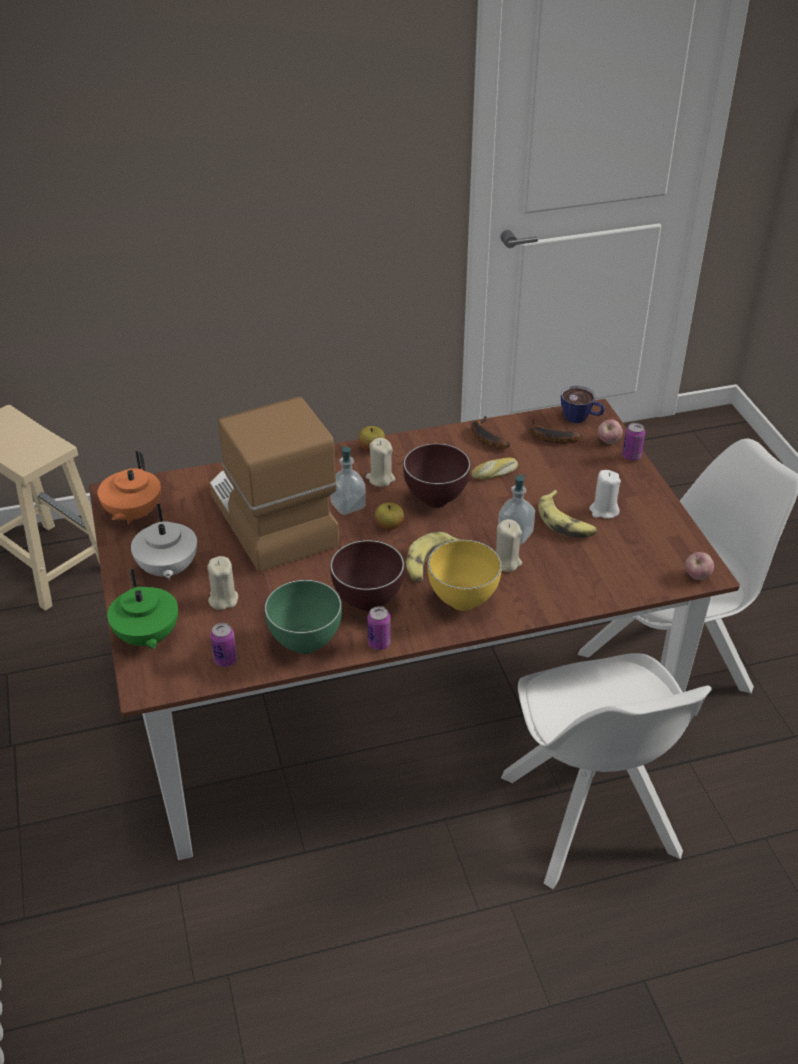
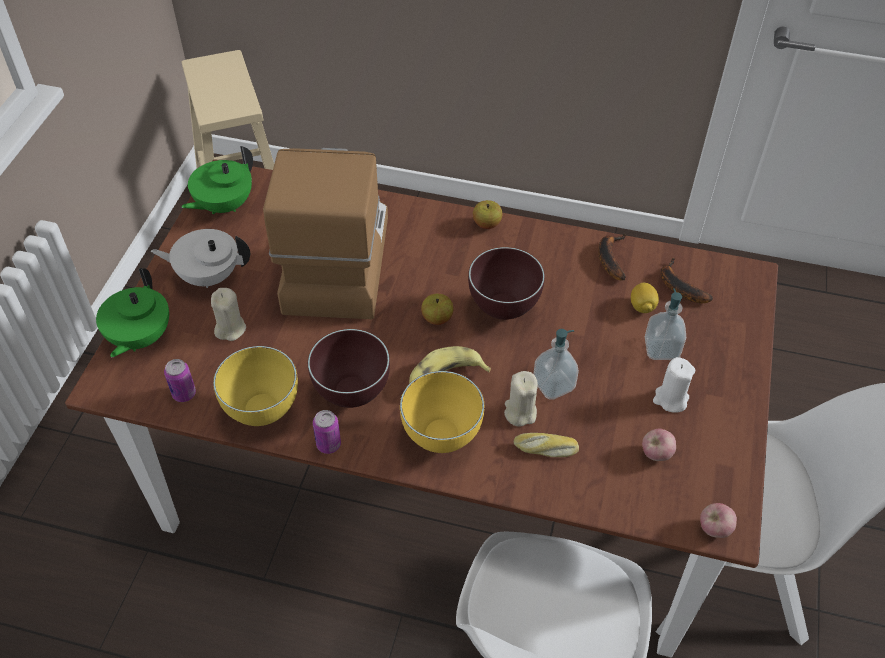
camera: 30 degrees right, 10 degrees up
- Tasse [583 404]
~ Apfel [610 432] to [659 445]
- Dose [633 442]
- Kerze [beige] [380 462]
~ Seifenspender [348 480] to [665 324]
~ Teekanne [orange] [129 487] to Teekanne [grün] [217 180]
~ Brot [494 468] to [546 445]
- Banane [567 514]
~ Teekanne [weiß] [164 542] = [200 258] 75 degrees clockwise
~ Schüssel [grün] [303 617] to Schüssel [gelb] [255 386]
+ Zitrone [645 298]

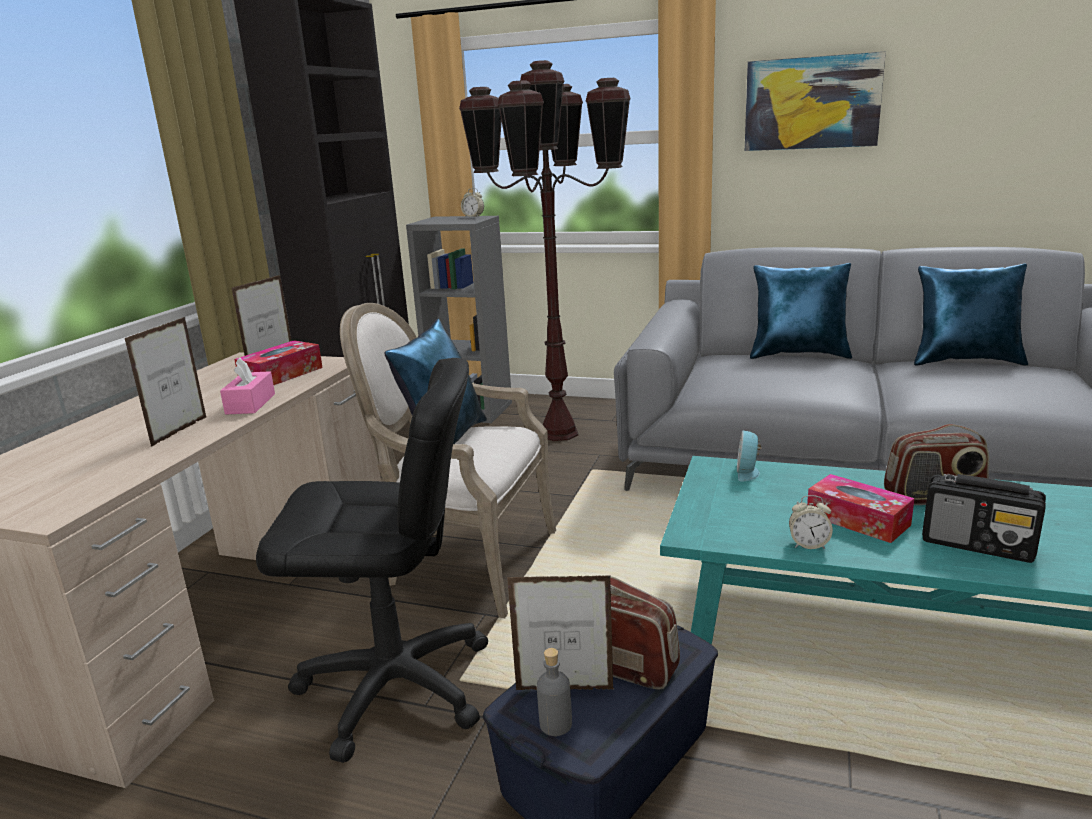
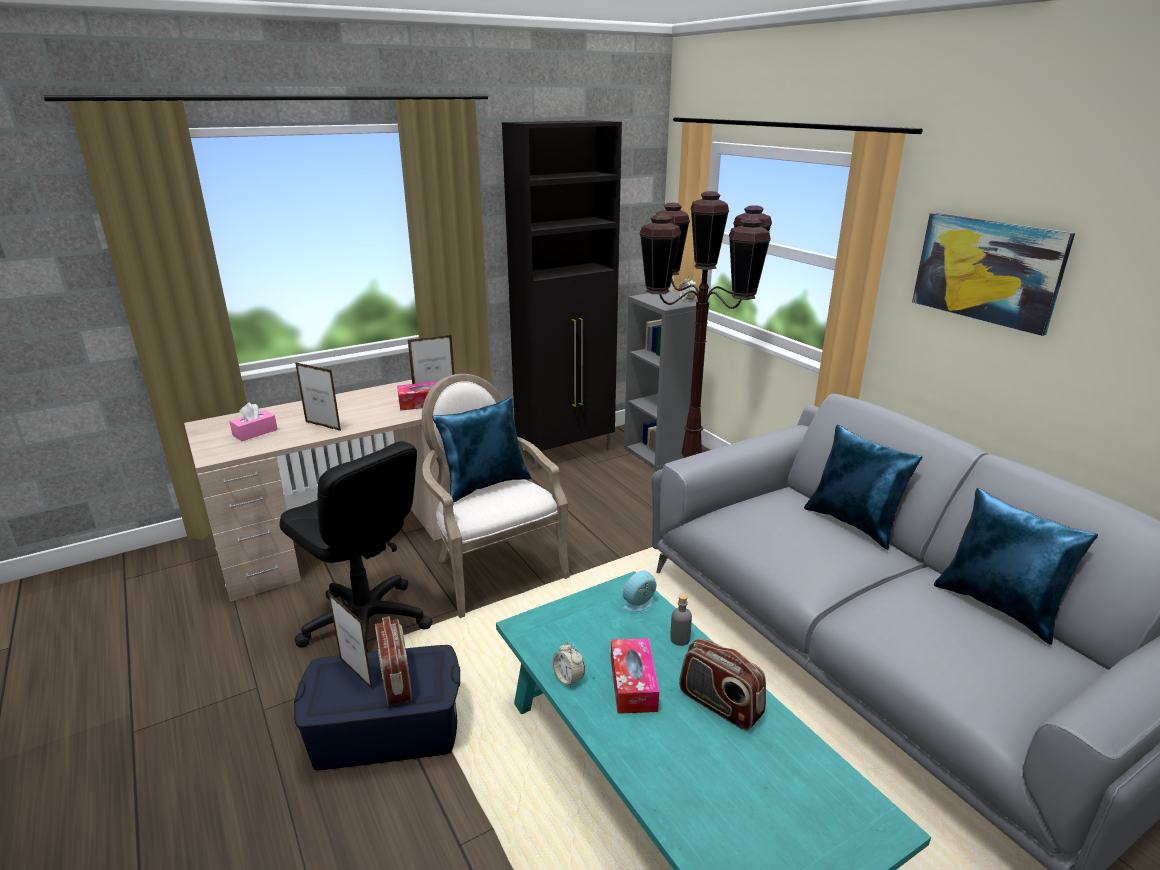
camera: 40 degrees right, 5 degrees up
~ Bilderrahmen [165 382] = [318 396] 60 degrees clockwise
~ Taschentuchbox [rosa] [247 386] to [253 422]
- Radio [984 518]
~ Flasche [grau] [554 692] to [681 620]

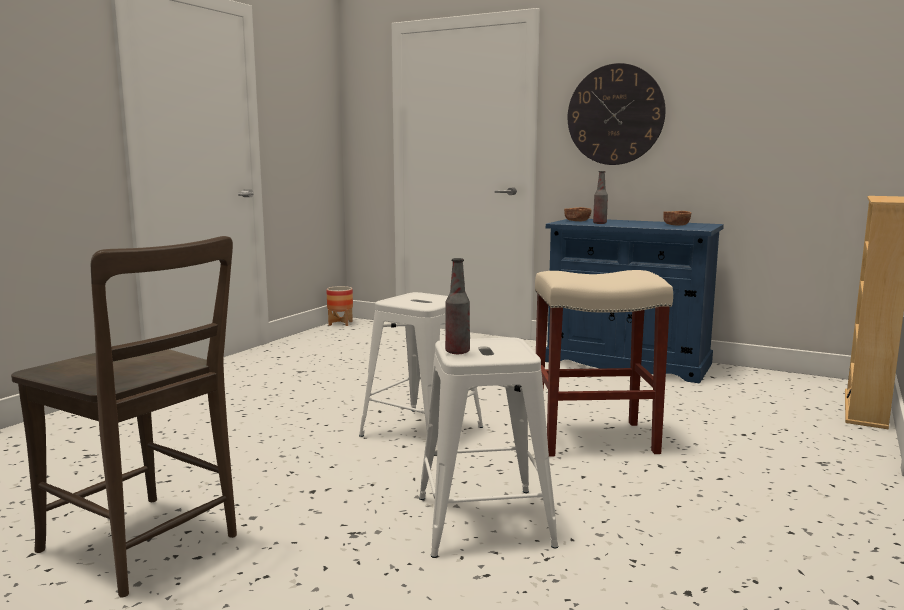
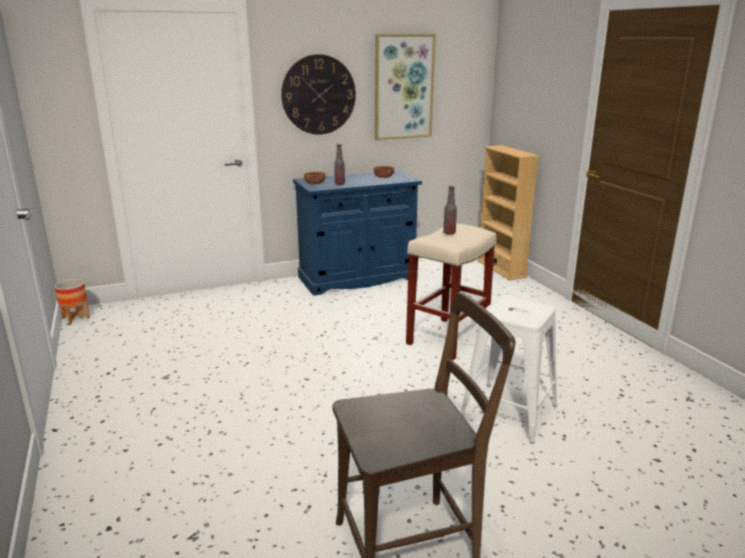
camera: 50 degrees left, 10 degrees up
~ Flasche [457 306] to [450 210]
- Hocker [weiß] [421 374]
+ Bild [405 87]

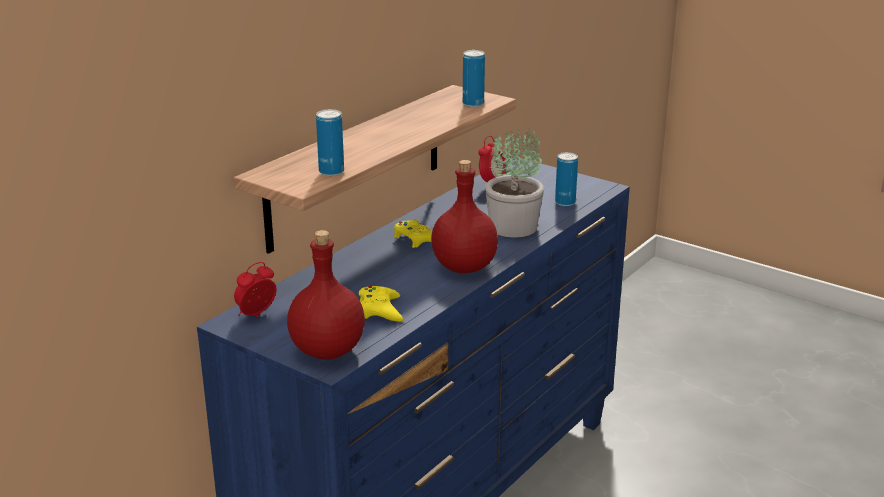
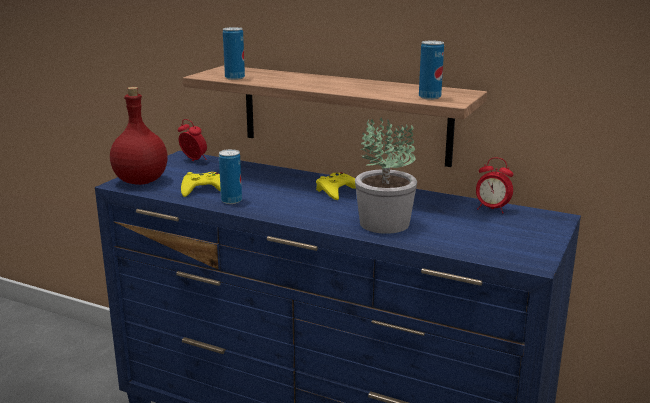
camera: 80 degrees right, 5 degrees down
~ Dose [566 179] to [230 176]
- Flasche [rot] [464 216]

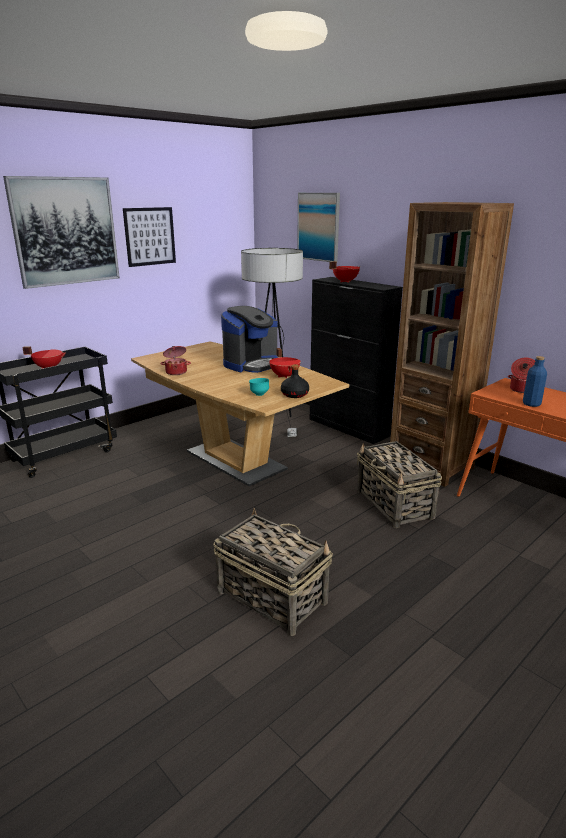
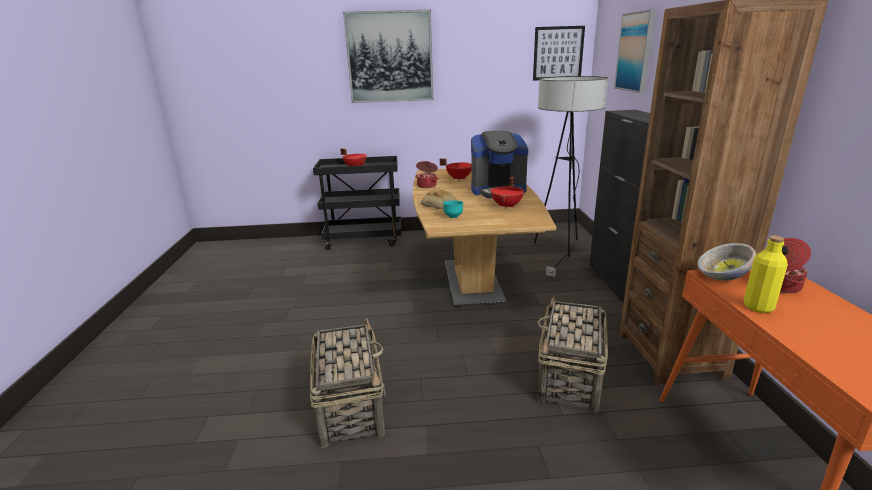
camera: 40 degrees right, 0 degrees up
~ Bild [149 237] to [559 53]
~ Kochtopf [rot] [344 272] to [456 169]
~ Flasche [blau] [535 381] to Flasche [gelb] [766 274]
- Flasche [schwarz] [295 381]
+ Brot [439 199]
+ Schüssel [727 262]

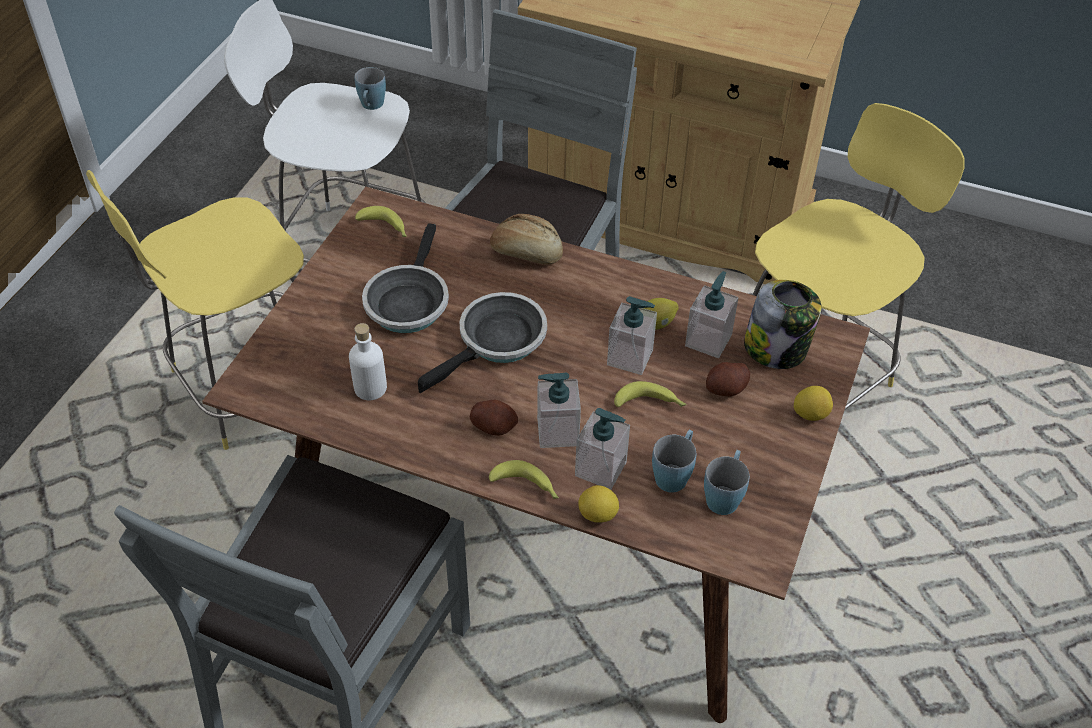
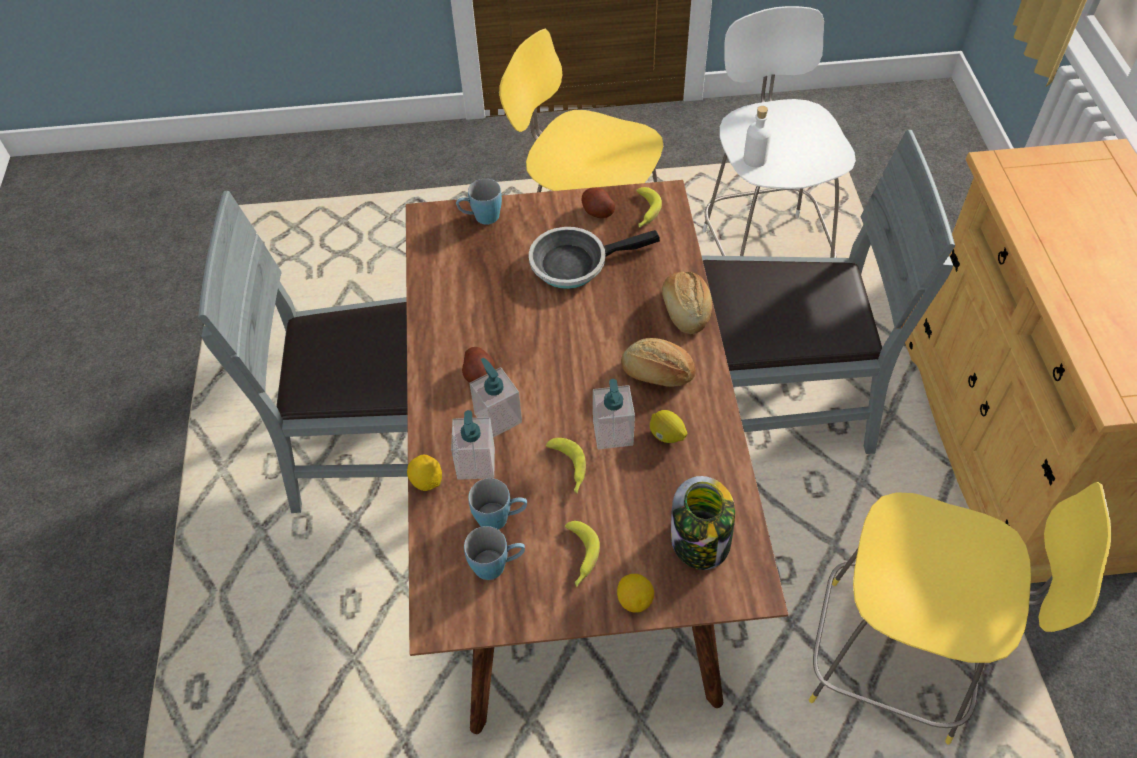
camera: 65 degrees right, 5 degrees up
~ Henkelbecher [blau] [370 88] to [479 202]
- Seifenspender [711 314]
- Pfanne [482 342]
~ Flasche [weiß] [368 361] to [758 136]
~ Kartoffel [728 379] to [598 202]
~ Banane [524 479] to [582 554]
+ Brot [658 362]

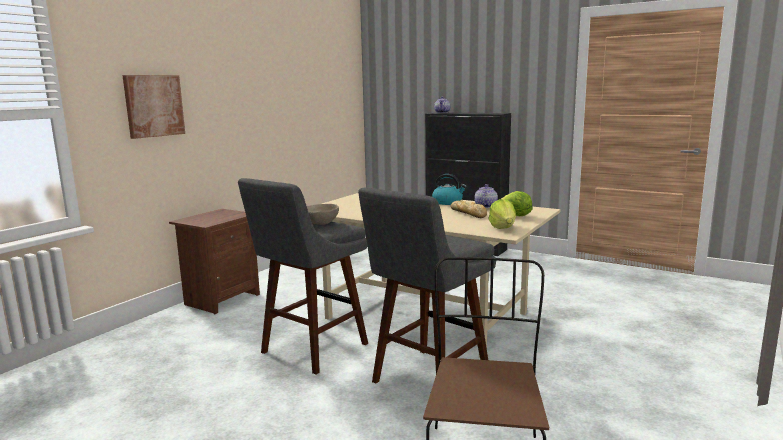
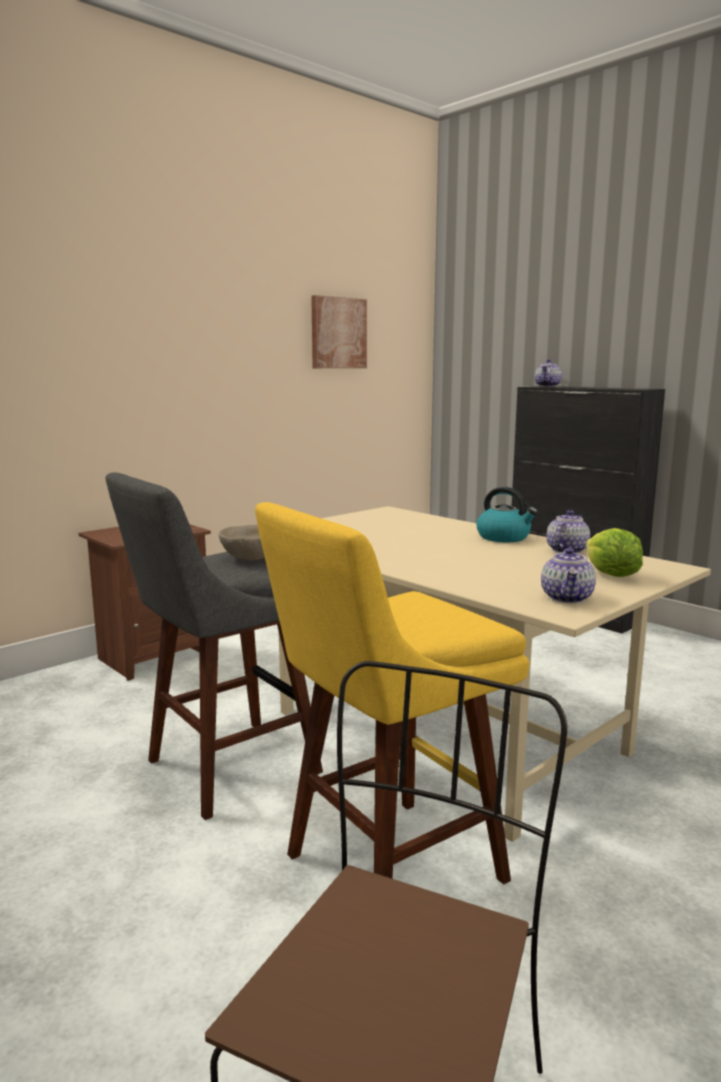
camera: 15 degrees right, 0 degrees up
~ Bild [154 107] to [339 331]
~ Hocker [grau] [427 286] to Hocker [gelb] [392 693]
~ Salatkopf [502 214] to Teekanne [568 575]
- Brot [469 209]

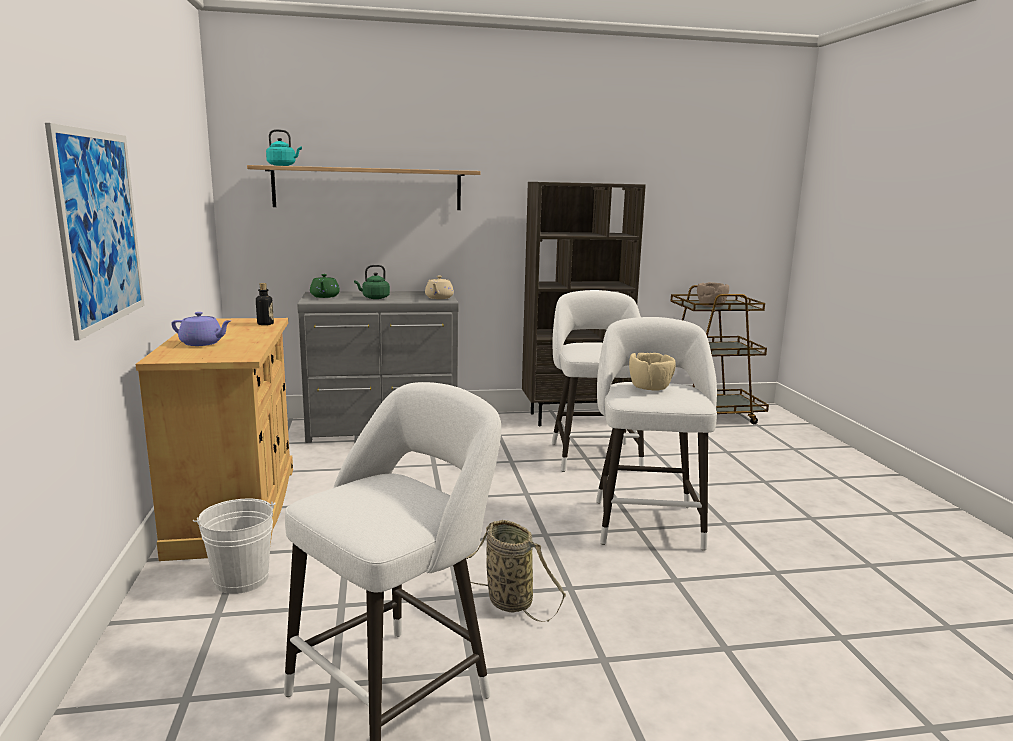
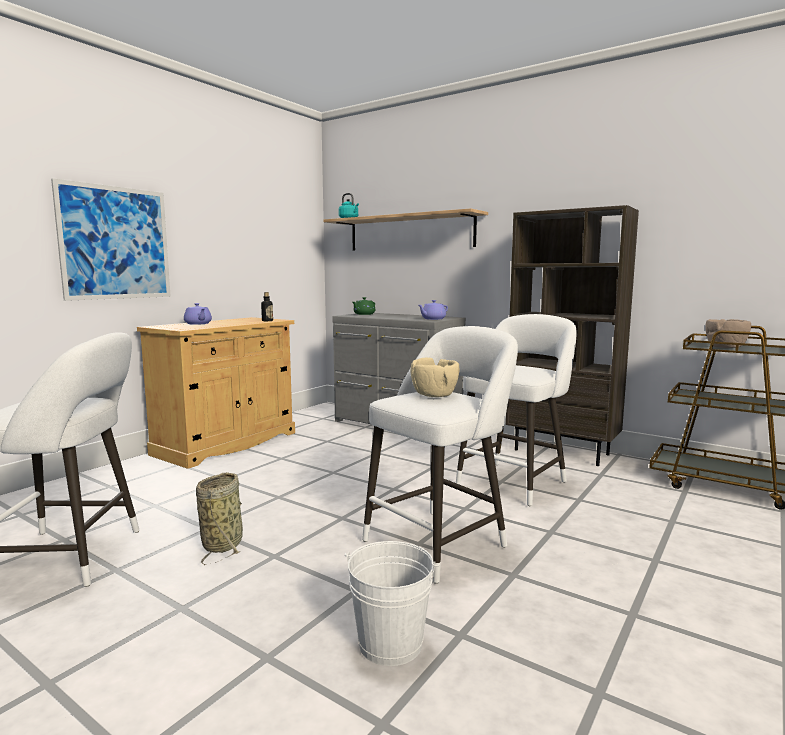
camera: 45 degrees right, 5 degrees down
- Wasserkessel [grün] [372 282]
~ Teekanne [beige] [439 287] to Teekanne [lila] [433 310]
~ Eimer [weiß] [234 546] to [392 603]

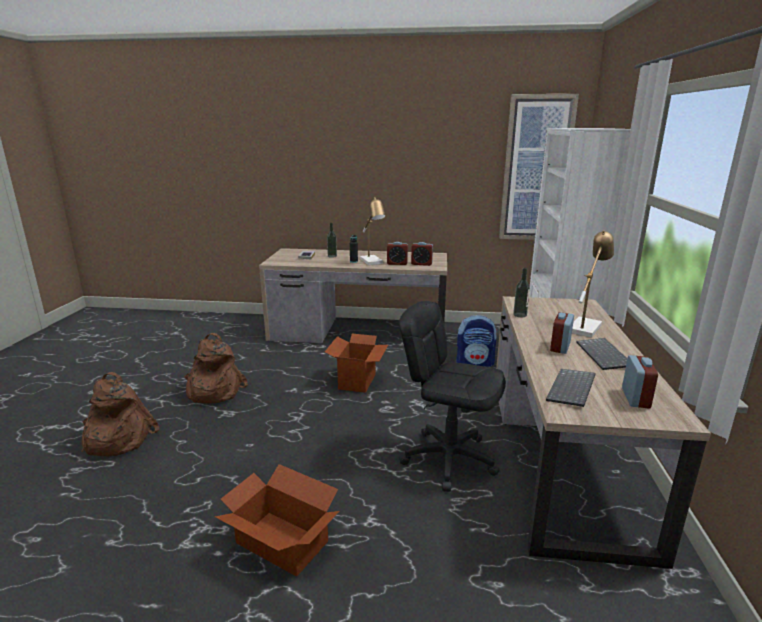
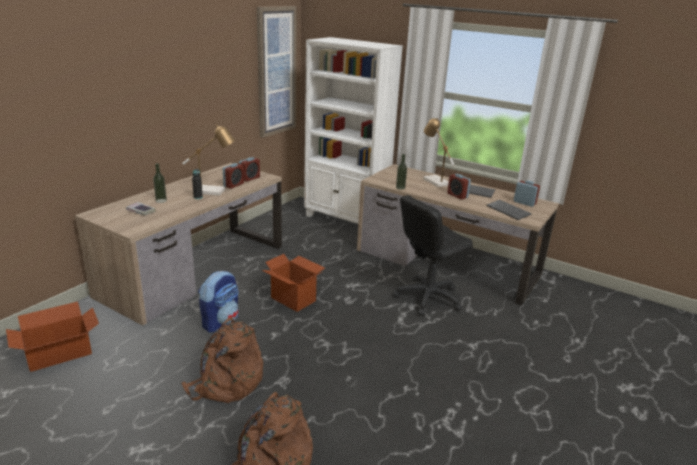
camera: 65 degrees left, 5 degrees up
~ Rucksack [476 341] to [218 302]
~ Karton [277 520] to [52 337]

